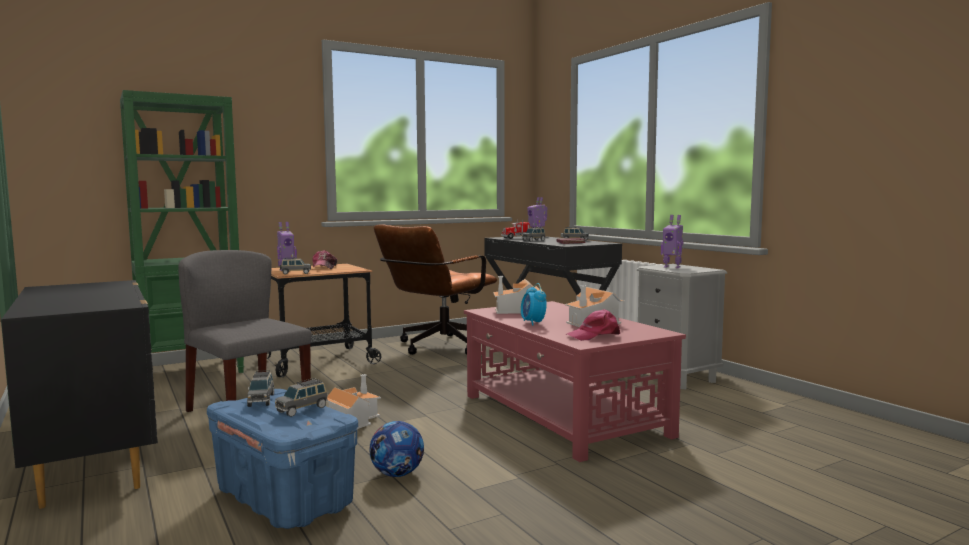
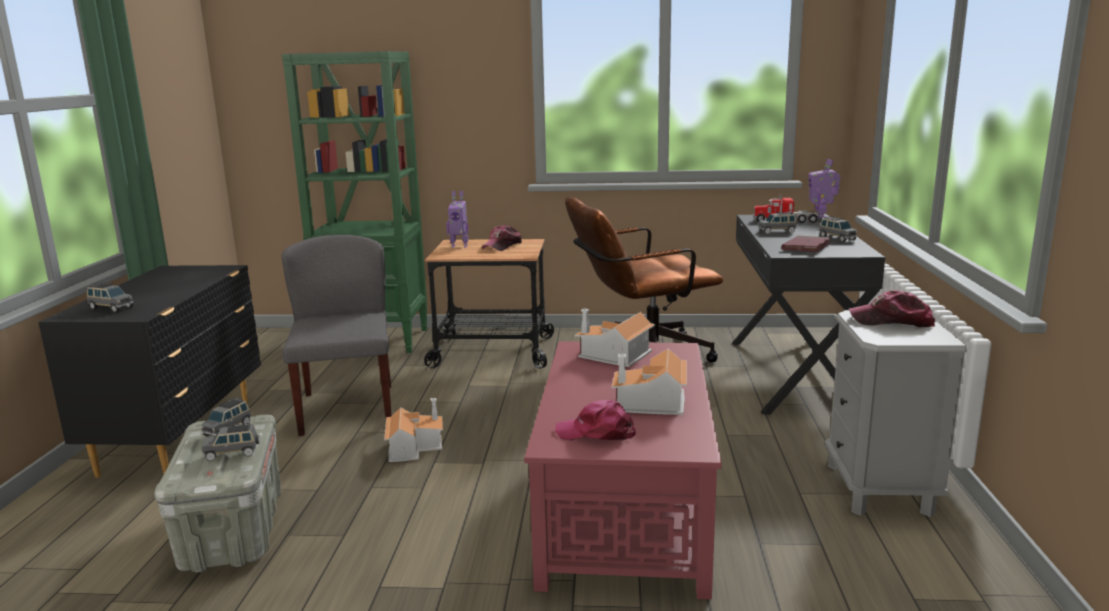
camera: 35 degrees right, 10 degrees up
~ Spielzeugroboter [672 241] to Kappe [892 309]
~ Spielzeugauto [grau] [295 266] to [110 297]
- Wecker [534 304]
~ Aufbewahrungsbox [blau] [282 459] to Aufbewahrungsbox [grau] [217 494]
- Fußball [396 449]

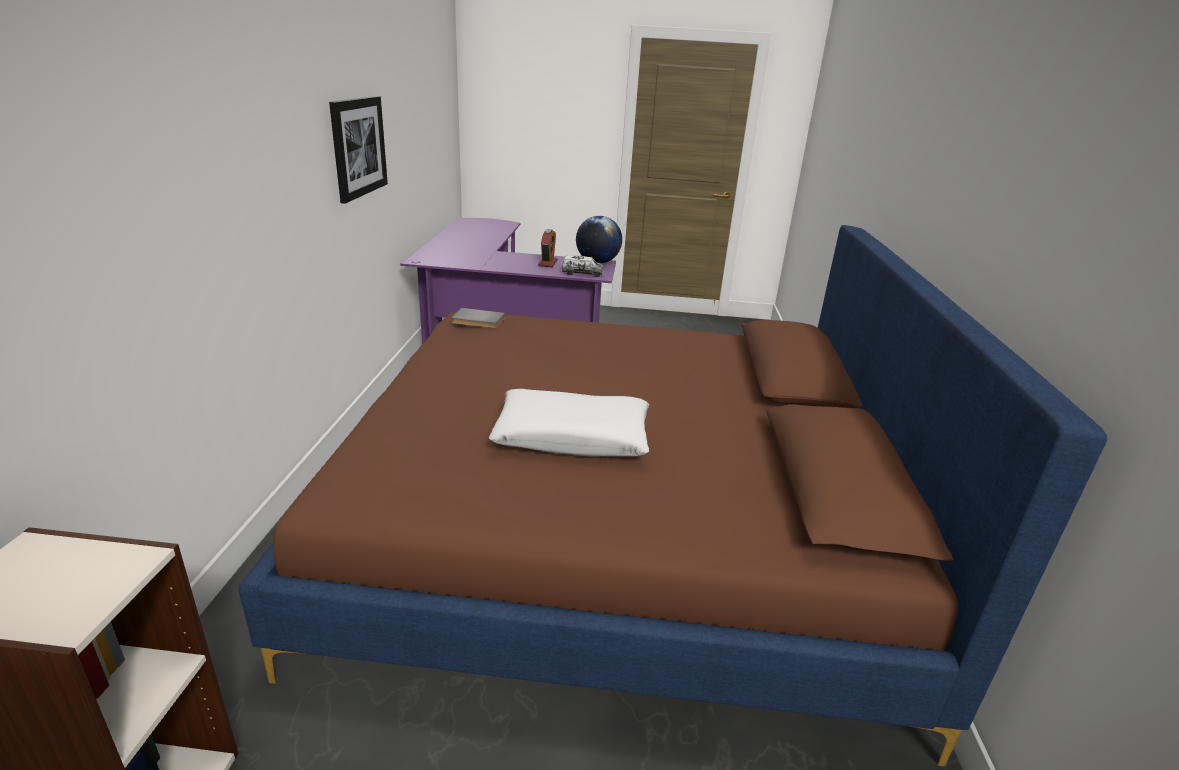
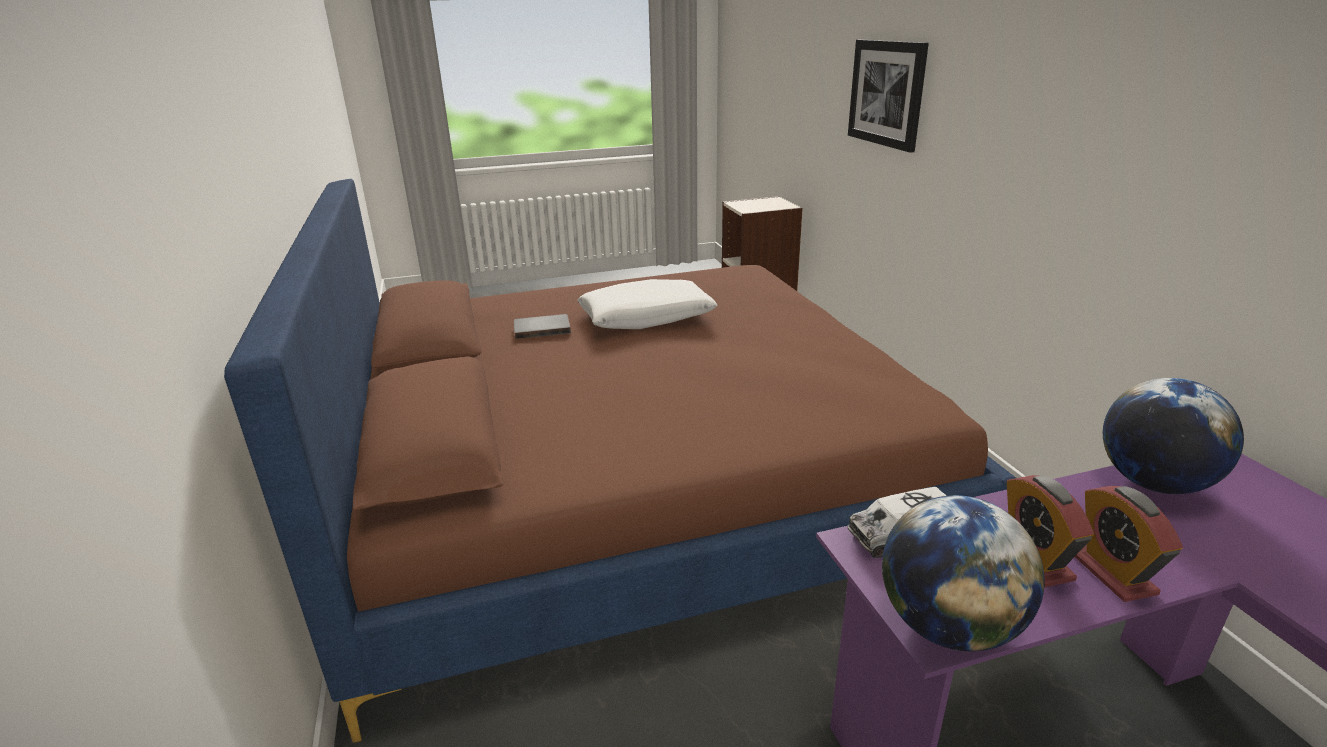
camera: 160 degrees right, 0 degrees up
~ Bild [358 150] to [888 96]
~ Buch [grau] [478 318] to [542 326]
+ Globus [1173 436]
+ Wecker [1129 544]

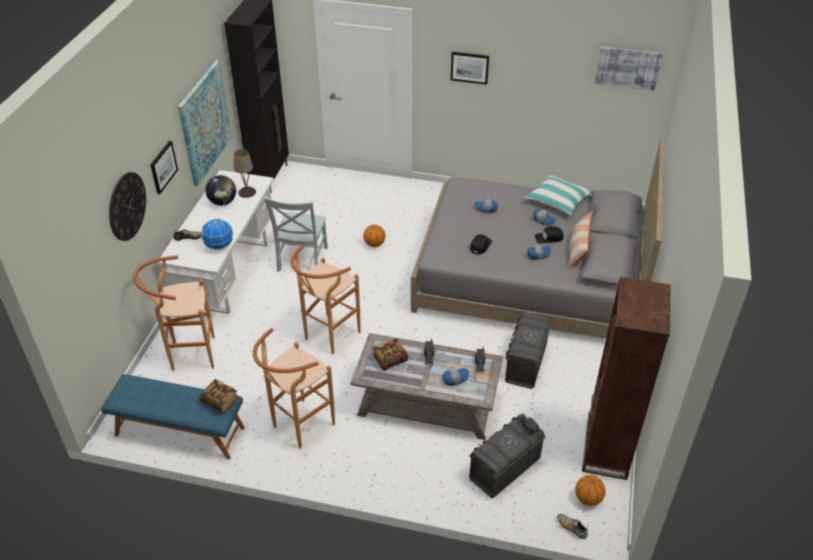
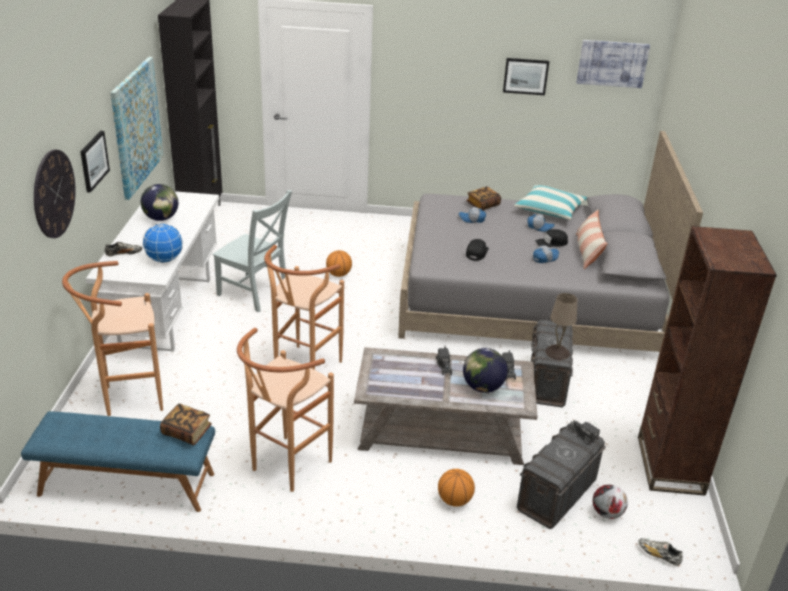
camera: 10 degrees left, 10 degrees down
~ Bild [470 68] to [526 76]
~ Tischlampe [beige] [245 173] to [561 326]
~ Stuhl [grau] [296 234] = [252 251] 60 degrees counterclockwise
~ Buch [390 355] to [483 198]
~ Kappe [455 376] to Globus [485 370]
~ Basketball [590 490] to [456 488]
+ Fußball [610 501]

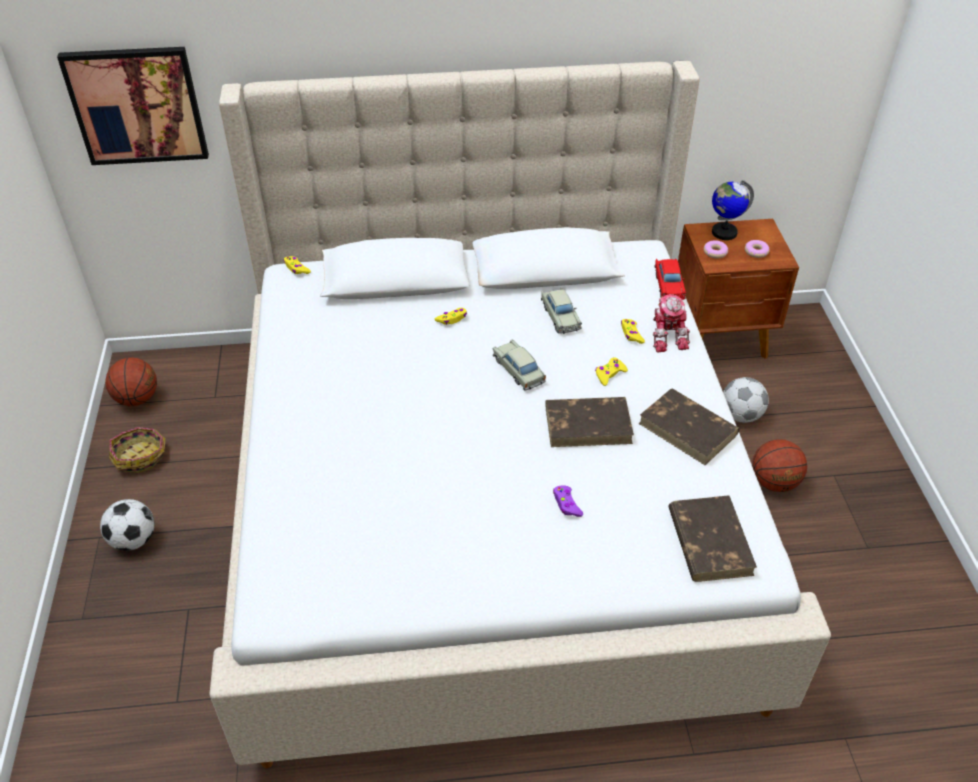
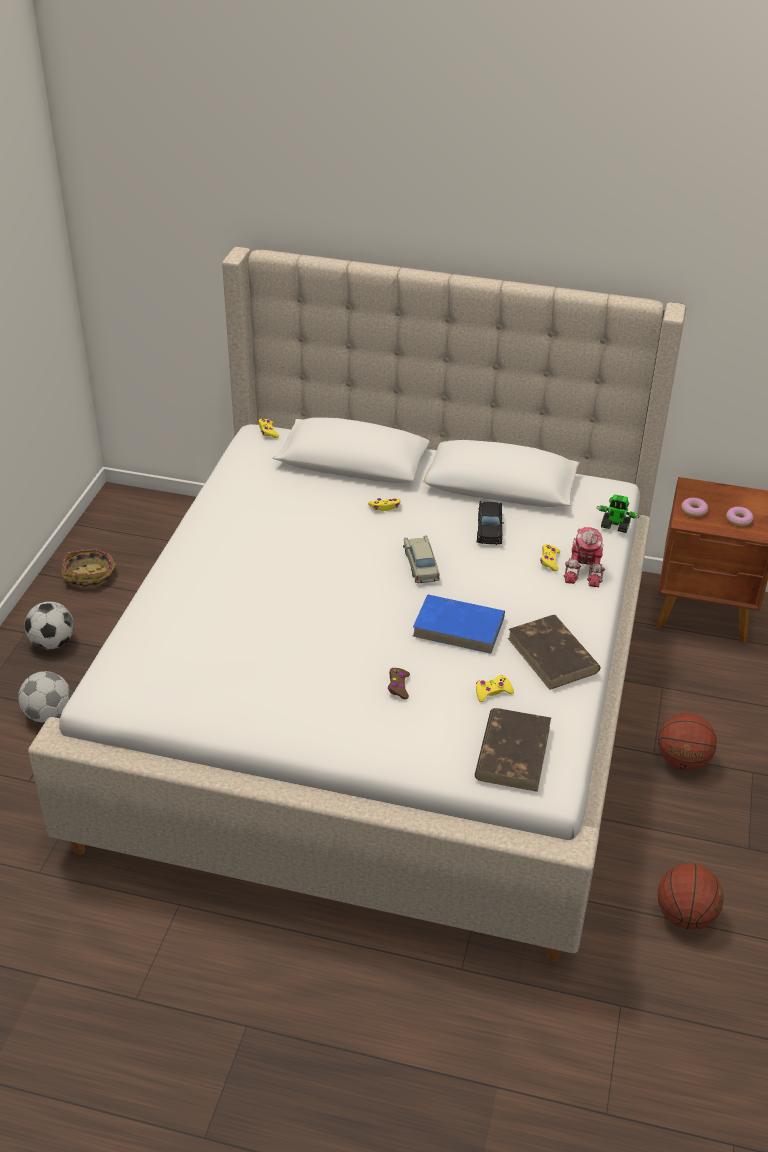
camera: 20 degrees right, 5 degrees down
- Bild [133 106]
- Globus [733 210]
~ Spielzeugauto [rot] [670 279] to Spielzeugroboter [618 513]
~ Spielzeugauto [beige] [561 311] to Spielzeugauto [schwarz] [490 523]
~ Gamepad [gelb] [611 371] to [495 688]
~ Basketball [131 382] to [691 897]
~ Fußball [746 400] to [44 697]
~ Buch [braun] [590 422] to Buch [blau] [459 624]
~ Gamepad [lila] [568 501] to Gamepad [braun] [399 683]

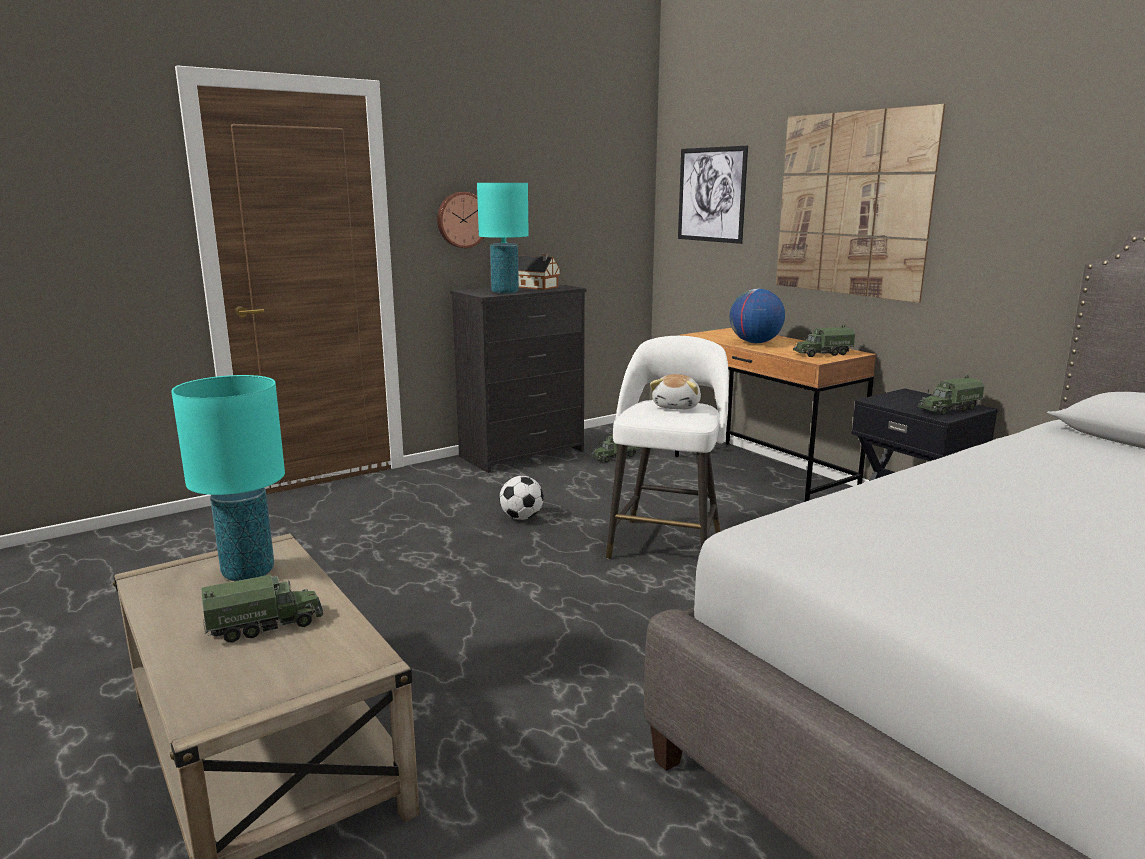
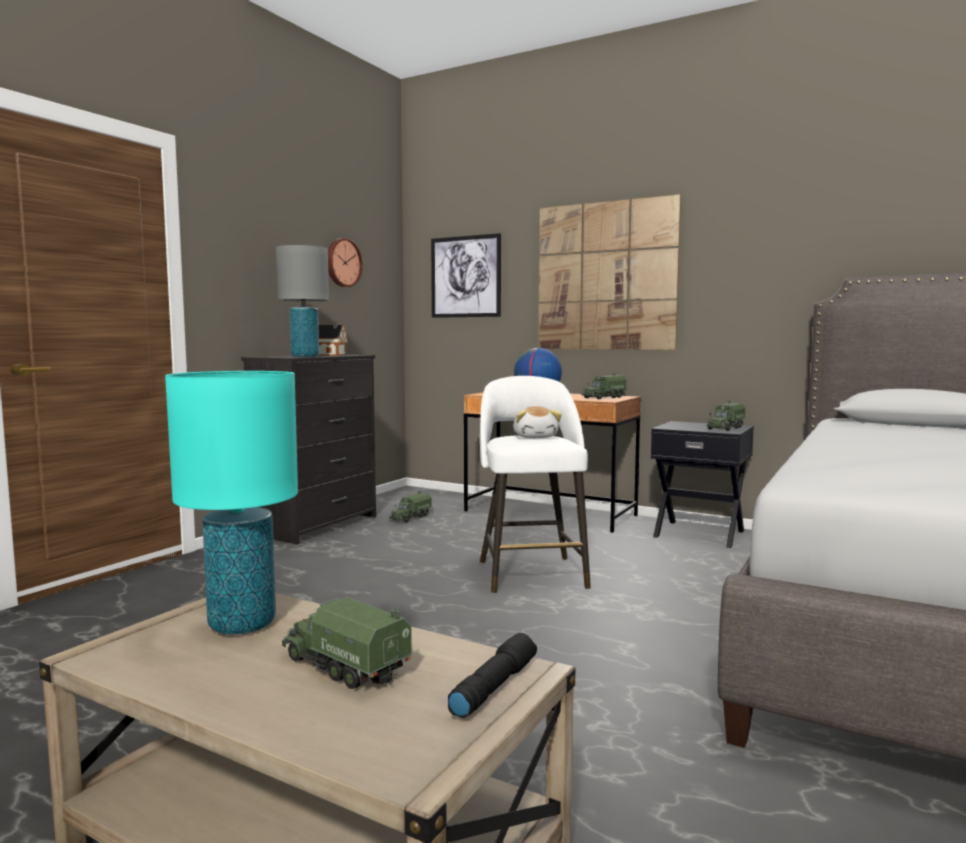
camera: 25 degrees left, 10 degrees down
~ Tischlampe [türkis] [503 238] to Tischlampe [grau] [302 301]
~ Wanduhr [460 220] to [345 262]
- Fußball [521 498]
~ Spielzeuglaster [262 609] = [347 643] 90 degrees counterclockwise
+ Taschenlampe [schwarz] [492 675]

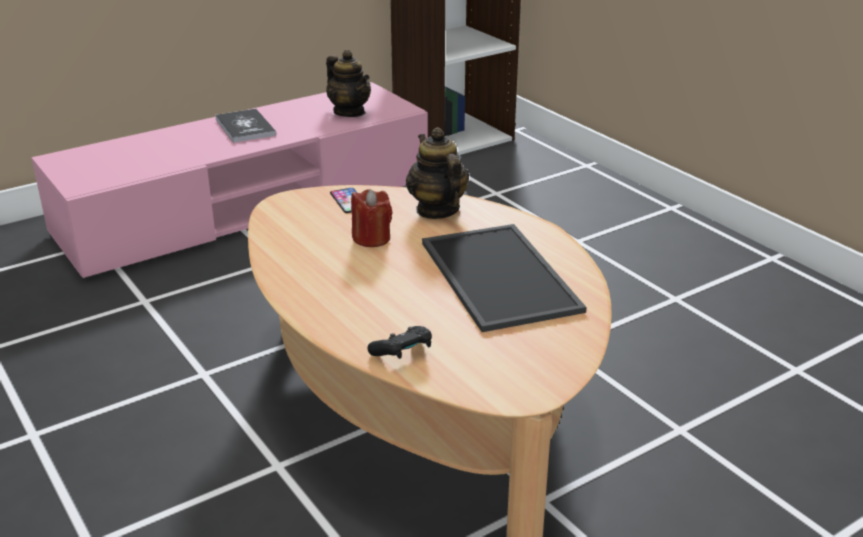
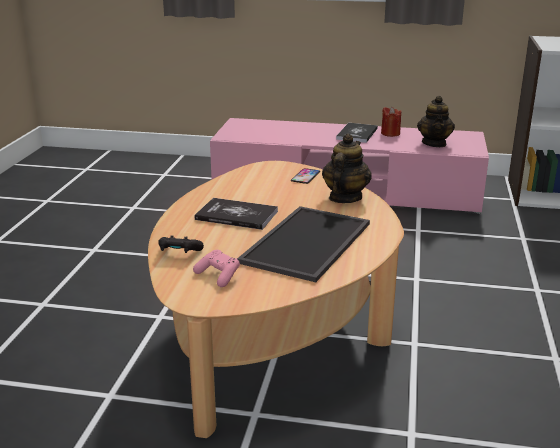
camera: 45 degrees right, 5 degrees down
~ Kerze [rot] [371 218] to [391 122]
+ Buch [236 214]
+ Gamepad [rosa] [216 268]

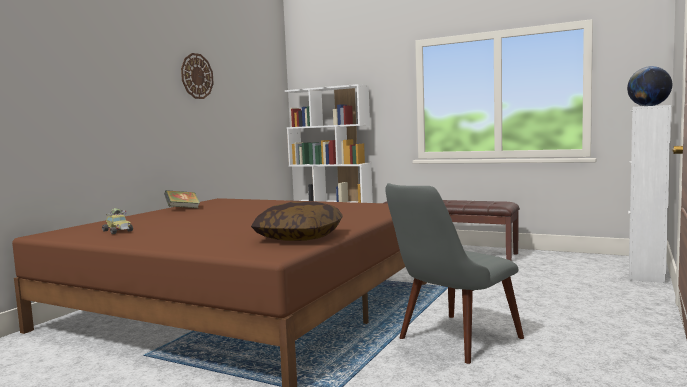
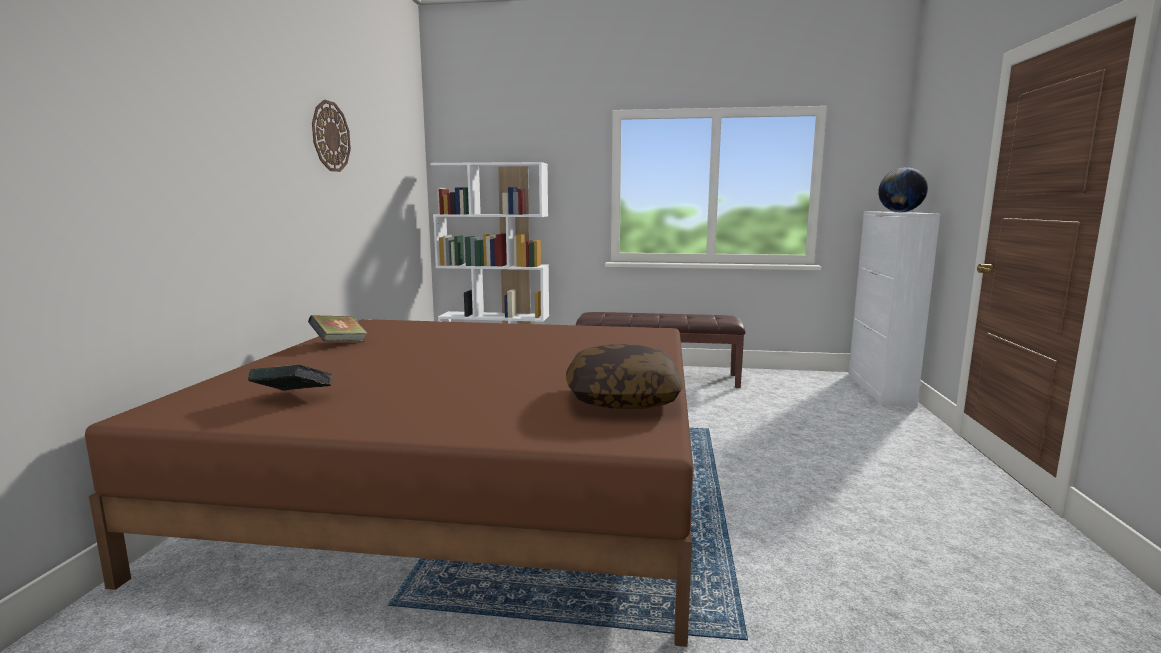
camera: 20 degrees left, 5 degrees up
- Stuhl [grau] [454 273]
~ Spielzeugauto [117 221] to Buch [290 378]

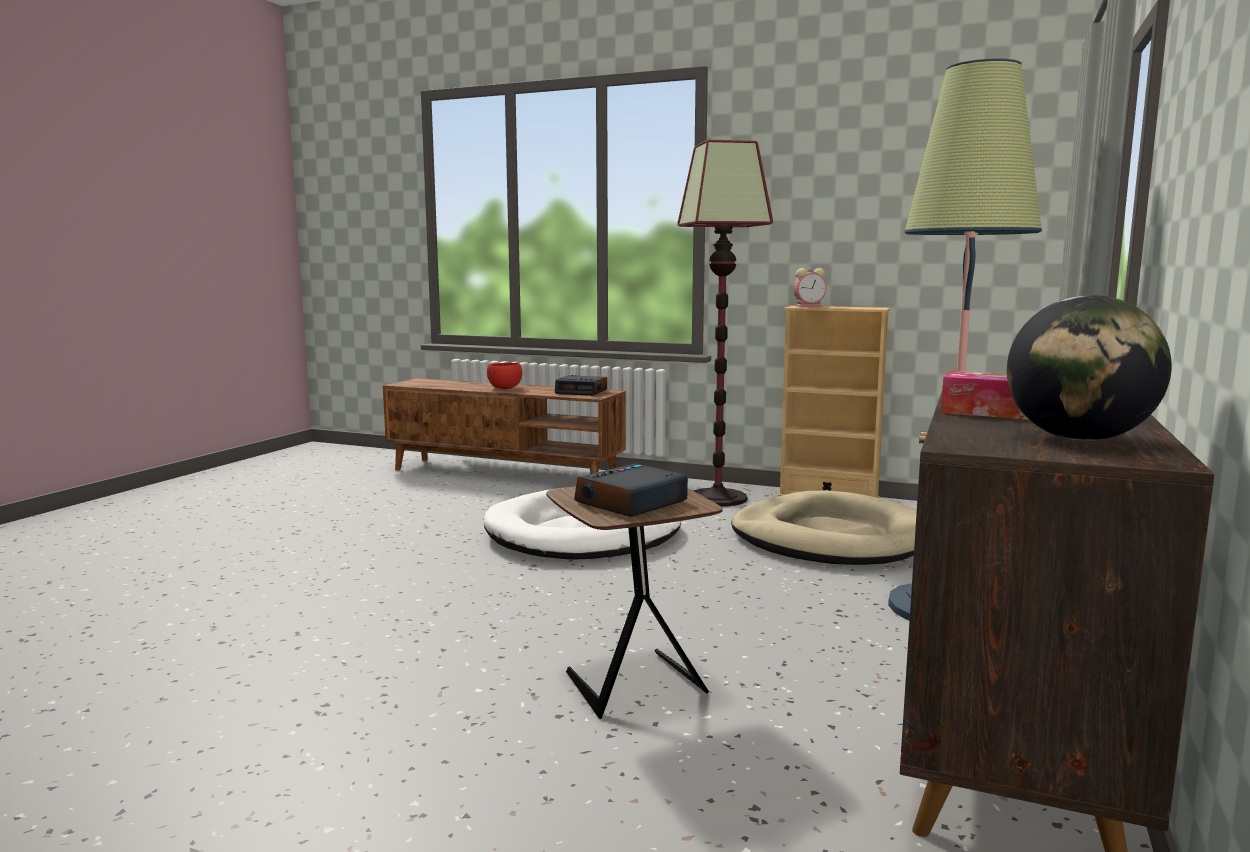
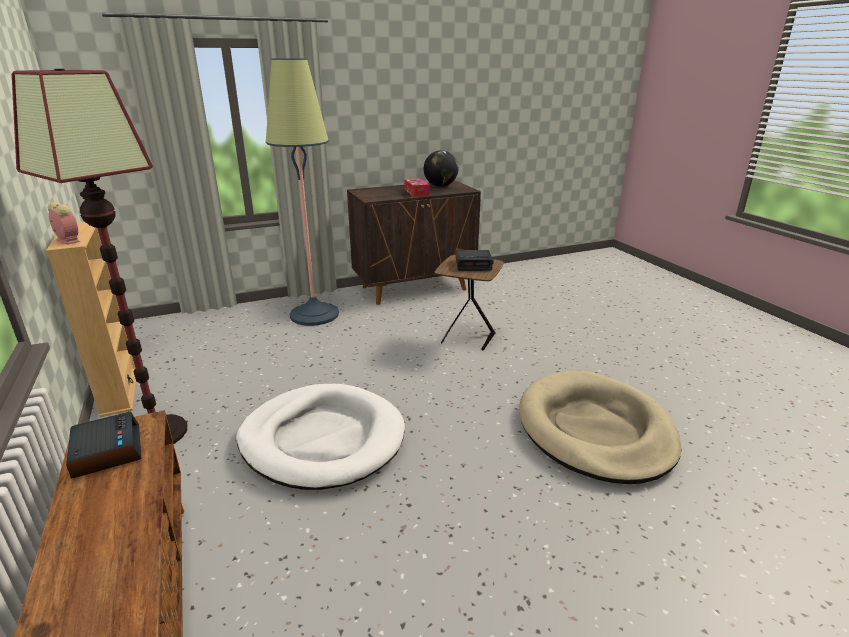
camera: 135 degrees left, 15 degrees up
- Schüssel [rot] [504 376]
~ Hundebett [beige] [824 528] to [600 427]

